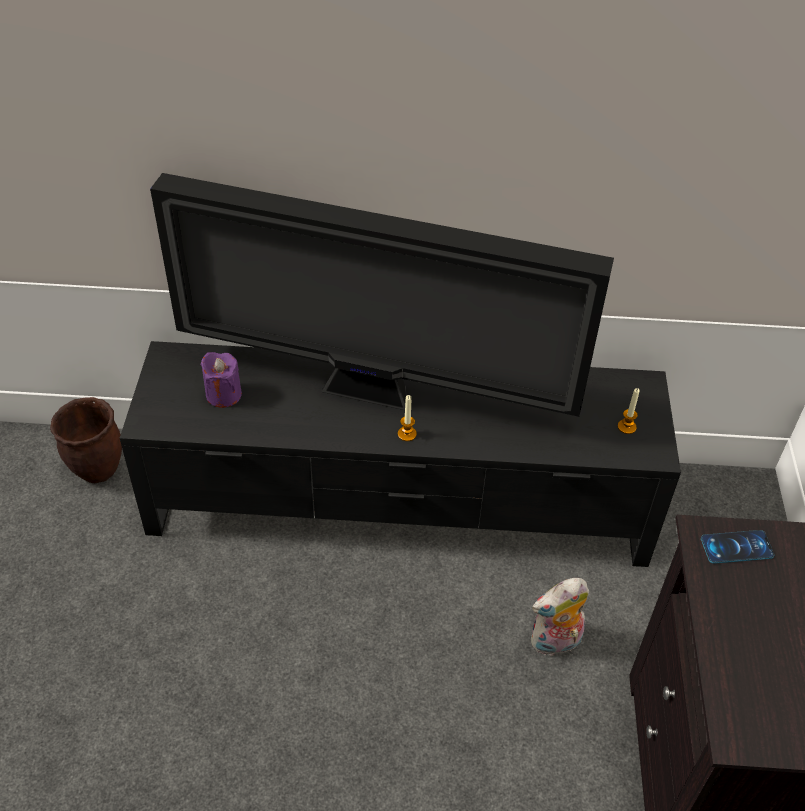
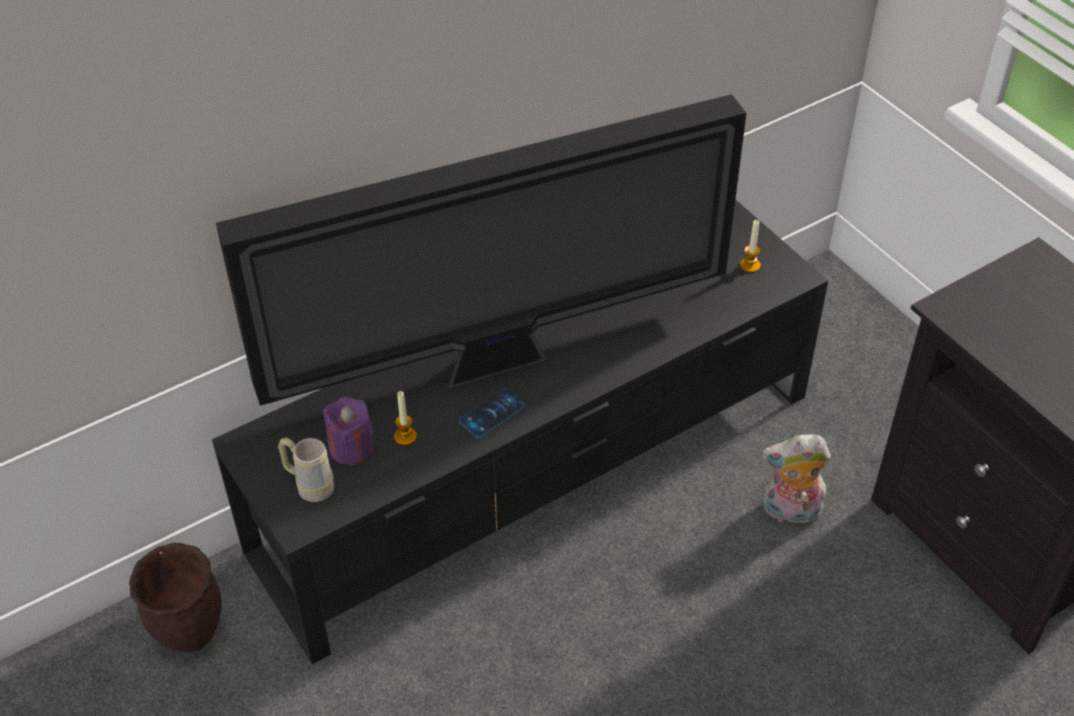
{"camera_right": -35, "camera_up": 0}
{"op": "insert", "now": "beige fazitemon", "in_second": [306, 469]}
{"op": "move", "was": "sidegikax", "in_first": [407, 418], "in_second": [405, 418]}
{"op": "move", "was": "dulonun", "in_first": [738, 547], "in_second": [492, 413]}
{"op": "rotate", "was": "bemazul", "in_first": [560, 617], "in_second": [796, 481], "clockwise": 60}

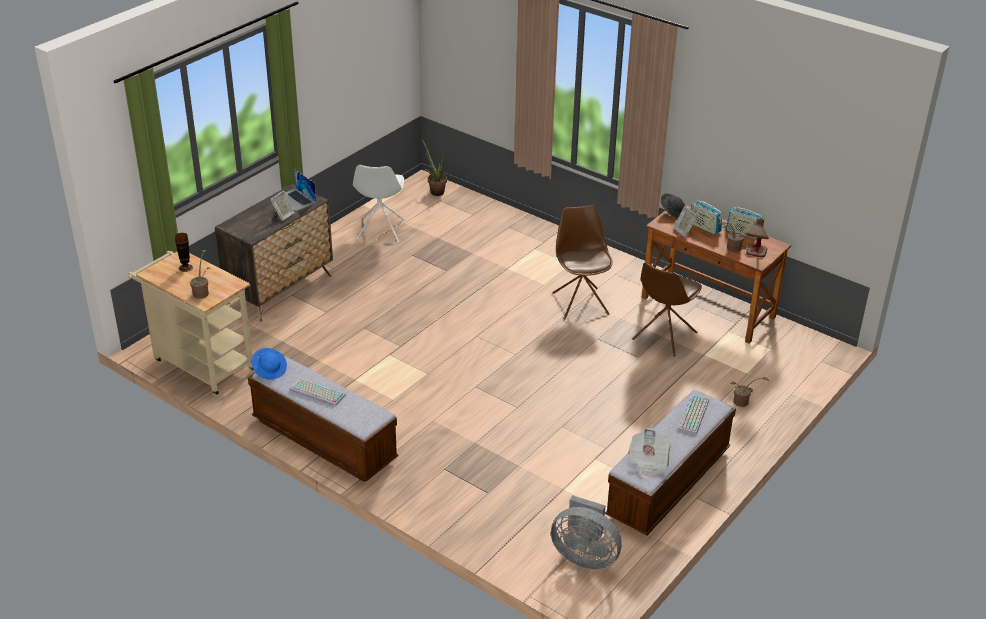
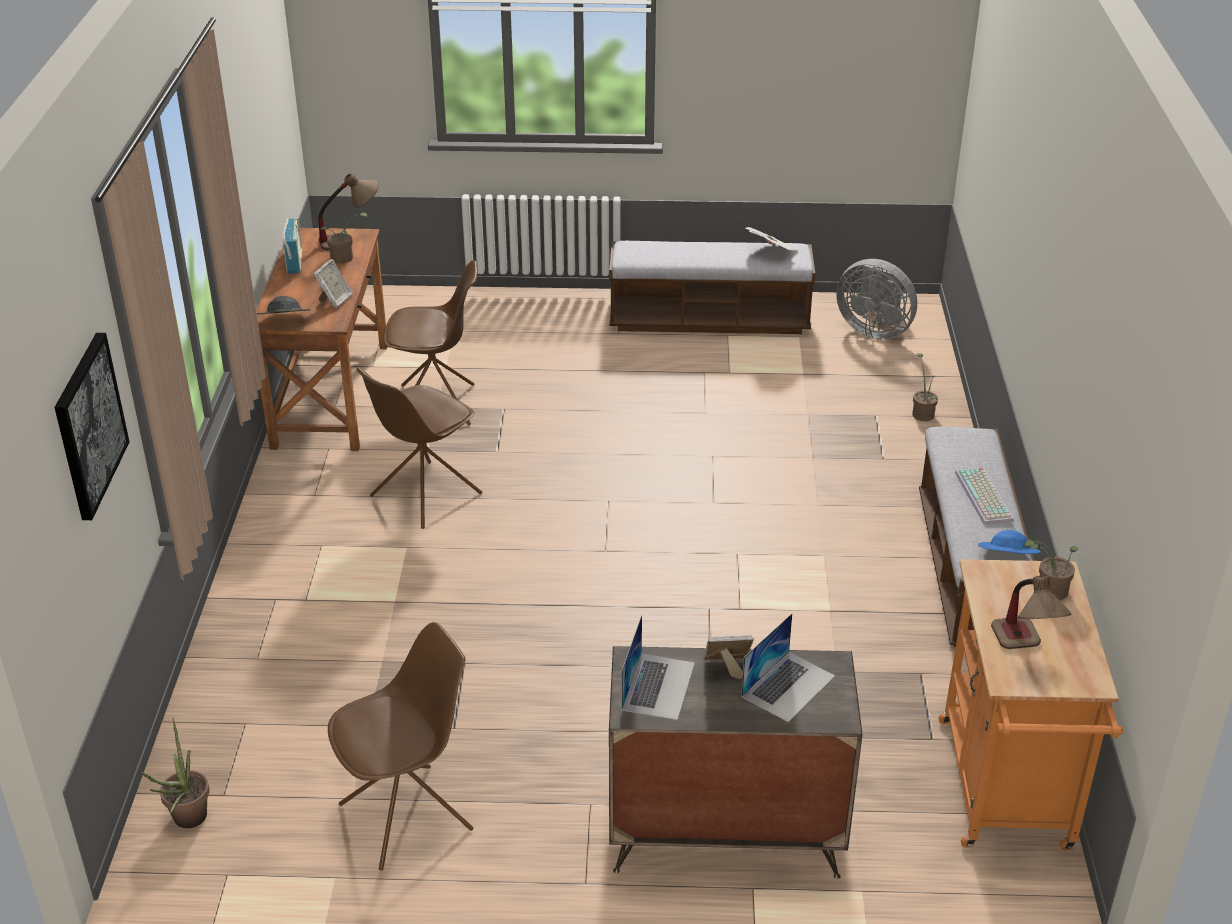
{"camera_right": -125, "camera_up": 0}
{"op": "insert", "now": "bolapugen", "in_second": [91, 426]}
{"op": "recolor", "was": "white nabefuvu", "now": "brown nabefuvu", "in_first": [379, 204], "in_second": [401, 746]}
{"op": "insert", "now": "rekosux", "in_second": [788, 667]}
{"op": "rotate", "was": "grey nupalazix", "in_first": [586, 532], "in_second": [876, 299], "clockwise": 135}
{"op": "move", "was": "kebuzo", "in_first": [749, 392], "in_second": [925, 387]}
{"op": "recolor", "was": "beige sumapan", "now": "orange sumapan", "in_first": [191, 323], "in_second": [1031, 704]}
{"op": "replace", "was": "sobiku", "now": "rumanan", "in_first": [184, 252], "in_second": [1031, 612]}
{"op": "delete", "was": "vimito", "in_first": [693, 415]}
{"op": "delete", "was": "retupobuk", "in_first": [706, 217]}

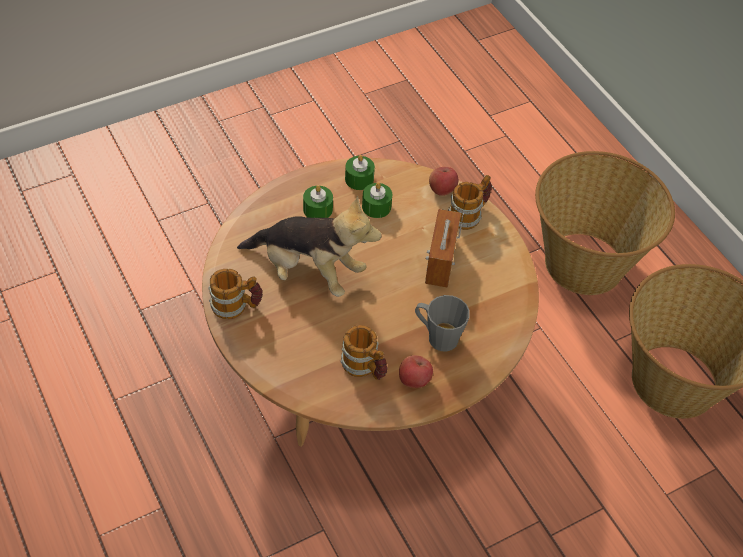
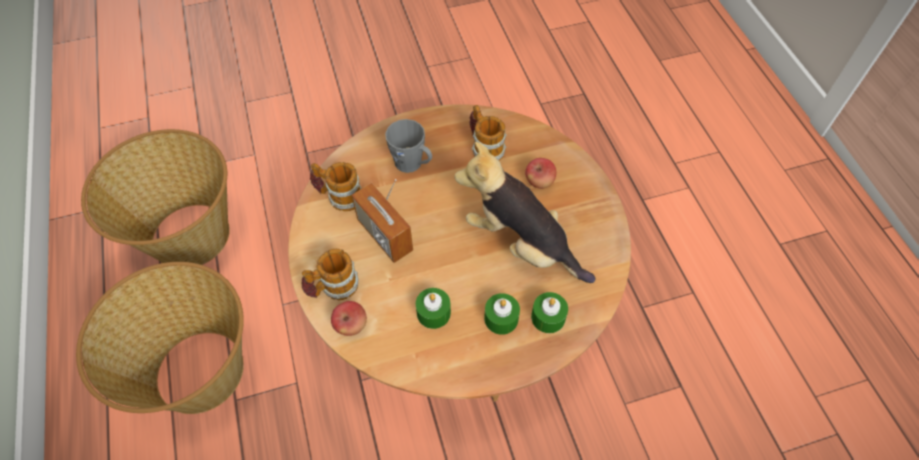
{"camera_right": -165, "camera_up": 5}
{"op": "move", "was": "fazitemon", "in_first": [235, 294], "in_second": [336, 186]}
{"op": "rotate", "was": "retupobuk", "in_first": [444, 248], "in_second": [382, 221], "clockwise": 120}
{"op": "move", "was": "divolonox", "in_first": [416, 371], "in_second": [540, 173]}
{"op": "move", "was": "green sidegikax", "in_first": [360, 172], "in_second": [549, 312]}

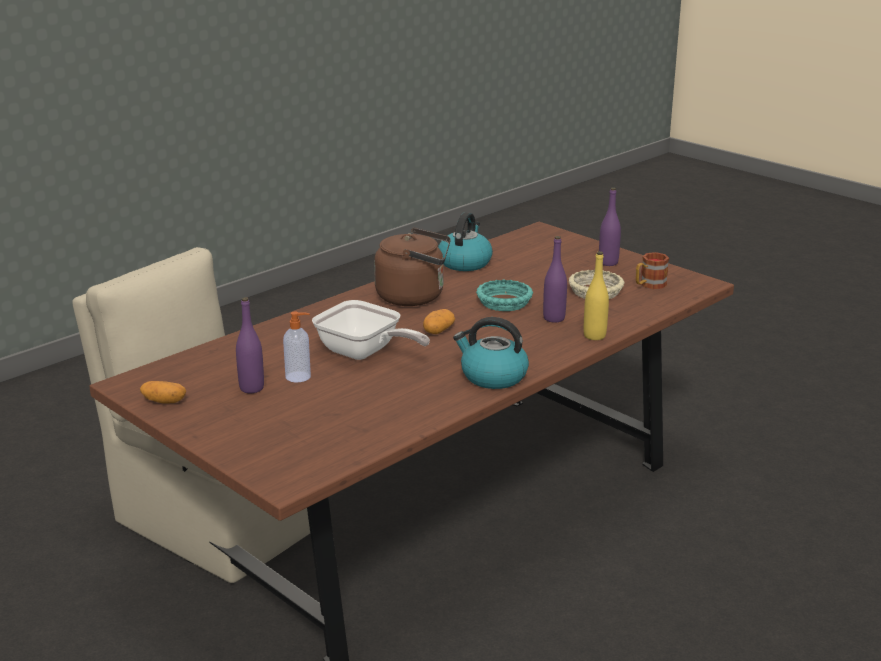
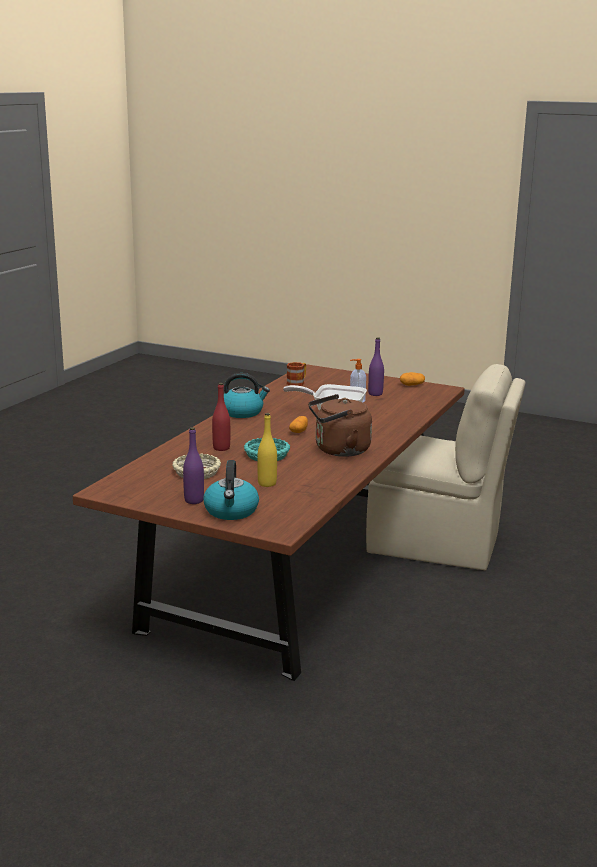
{"camera_right": 160, "camera_up": -5}
{"op": "move", "was": "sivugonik", "in_first": [465, 241], "in_second": [231, 490]}
{"op": "recolor", "was": "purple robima", "now": "red robima", "in_first": [555, 279], "in_second": [221, 417]}
{"op": "move", "was": "yellow robima", "in_first": [596, 295], "in_second": [267, 450]}
{"op": "move", "was": "fazitemon", "in_first": [652, 270], "in_second": [296, 374]}

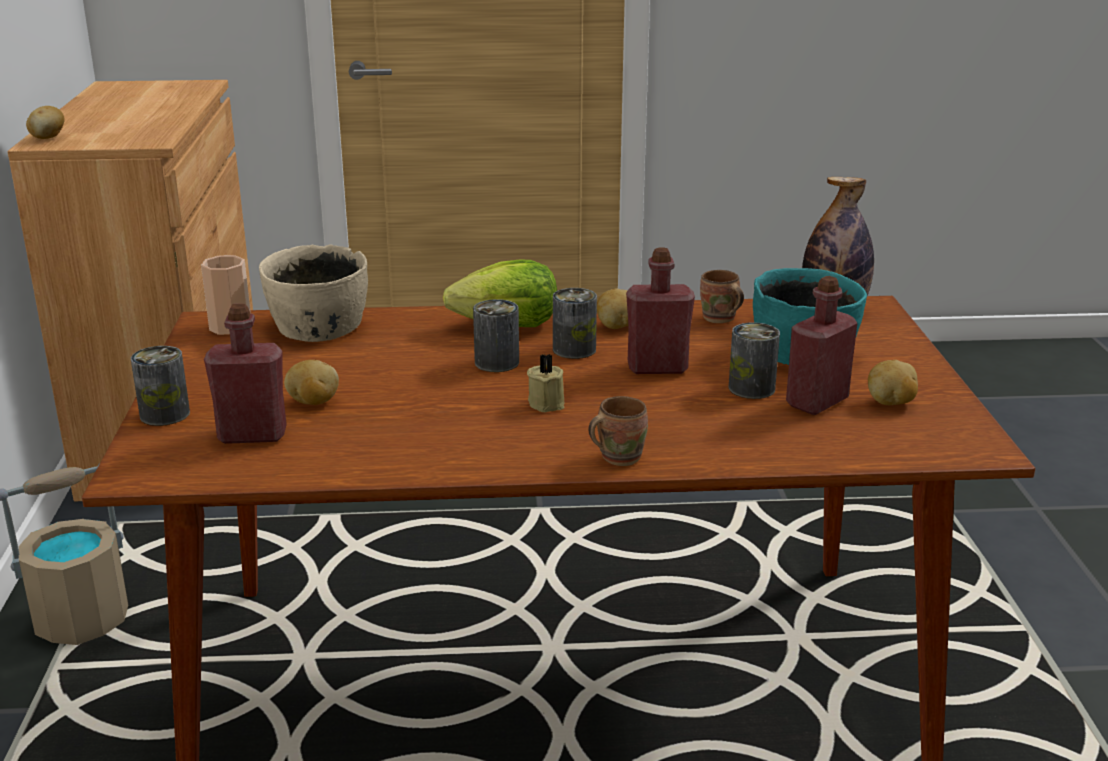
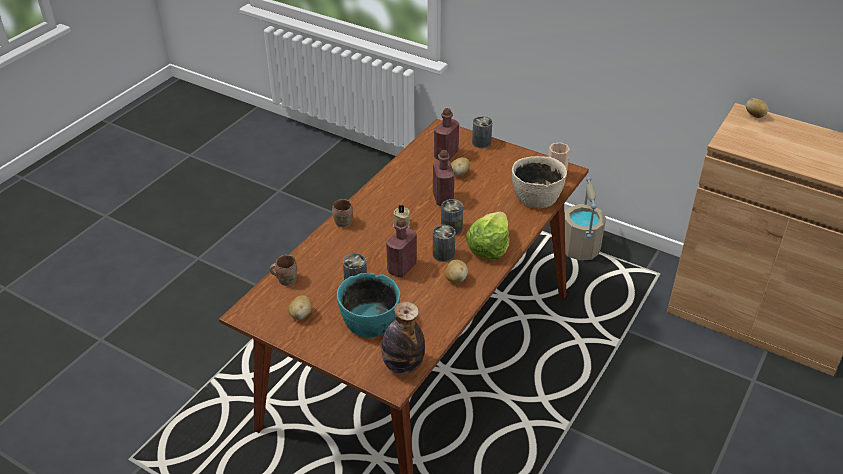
{"camera_right": 125, "camera_up": 15}
{"op": "move", "was": "brown fazitemon", "in_first": [722, 296], "in_second": [283, 270]}
{"op": "move", "was": "red robima", "in_first": [821, 345], "in_second": [444, 178]}

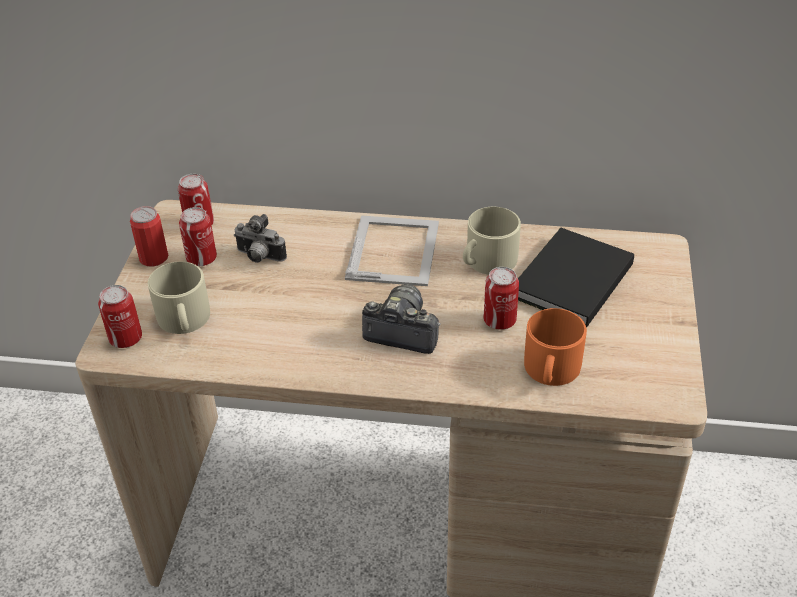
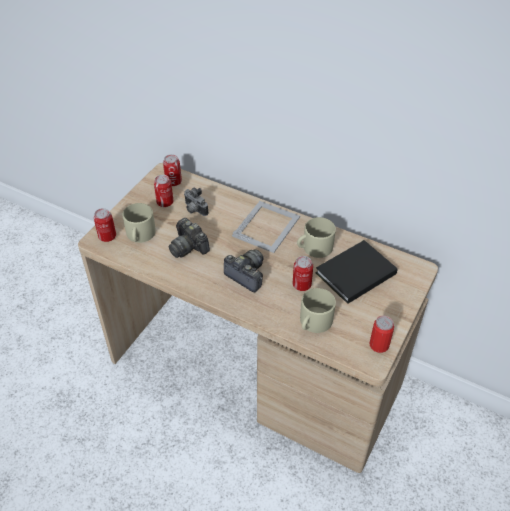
{"camera_right": 20, "camera_up": 5}
{"op": "insert", "now": "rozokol", "in_second": [189, 238]}
{"op": "recolor", "was": "orange fazitemon", "now": "beige fazitemon", "in_first": [555, 347], "in_second": [318, 310]}
{"op": "move", "was": "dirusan", "in_first": [149, 236], "in_second": [382, 334]}

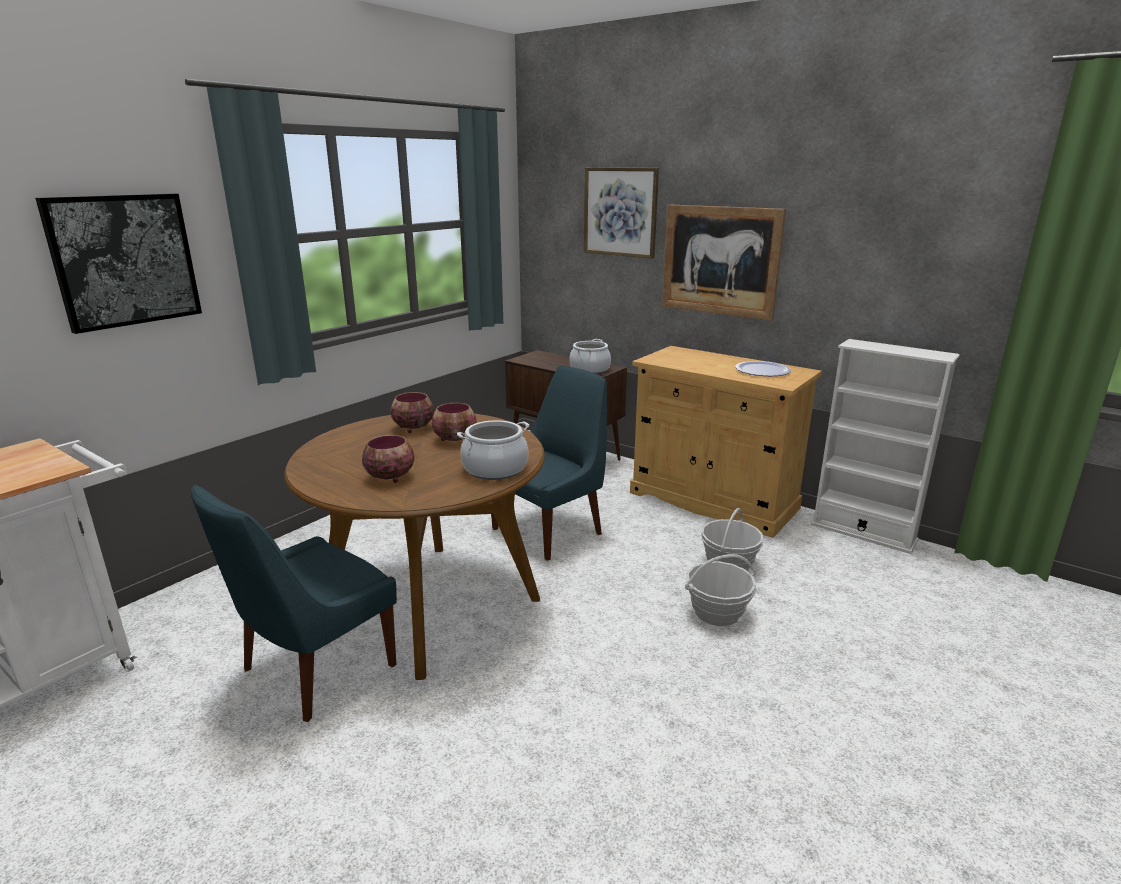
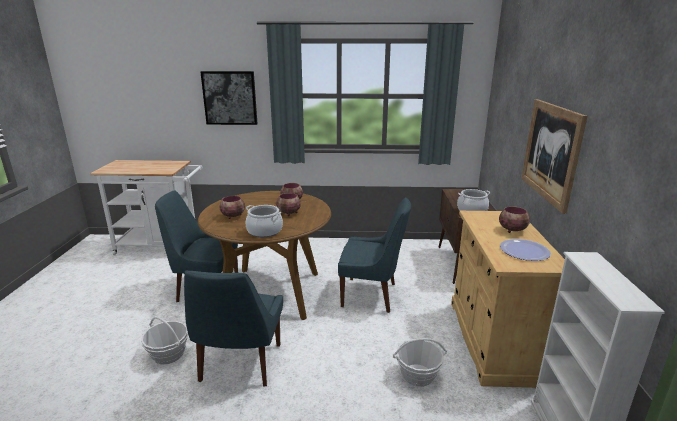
{"camera_right": 55, "camera_up": 0}
{"op": "move", "was": "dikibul", "in_first": [720, 590], "in_second": [164, 341]}
{"op": "insert", "now": "blue nabefuvu", "in_second": [233, 329]}
{"op": "insert", "now": "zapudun", "in_second": [514, 219]}
{"op": "delete", "was": "bolapugen", "in_first": [621, 213]}

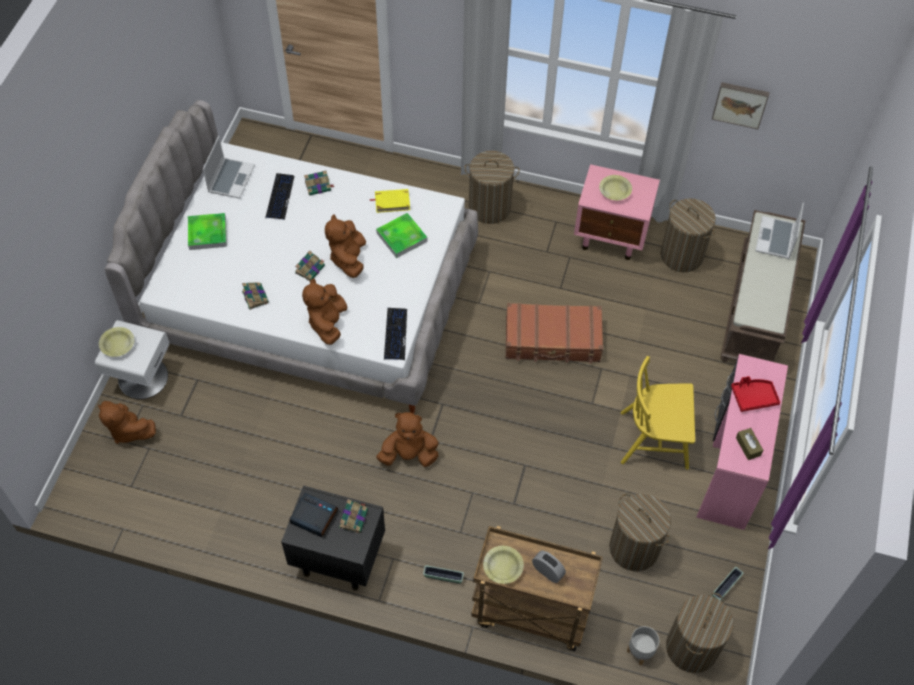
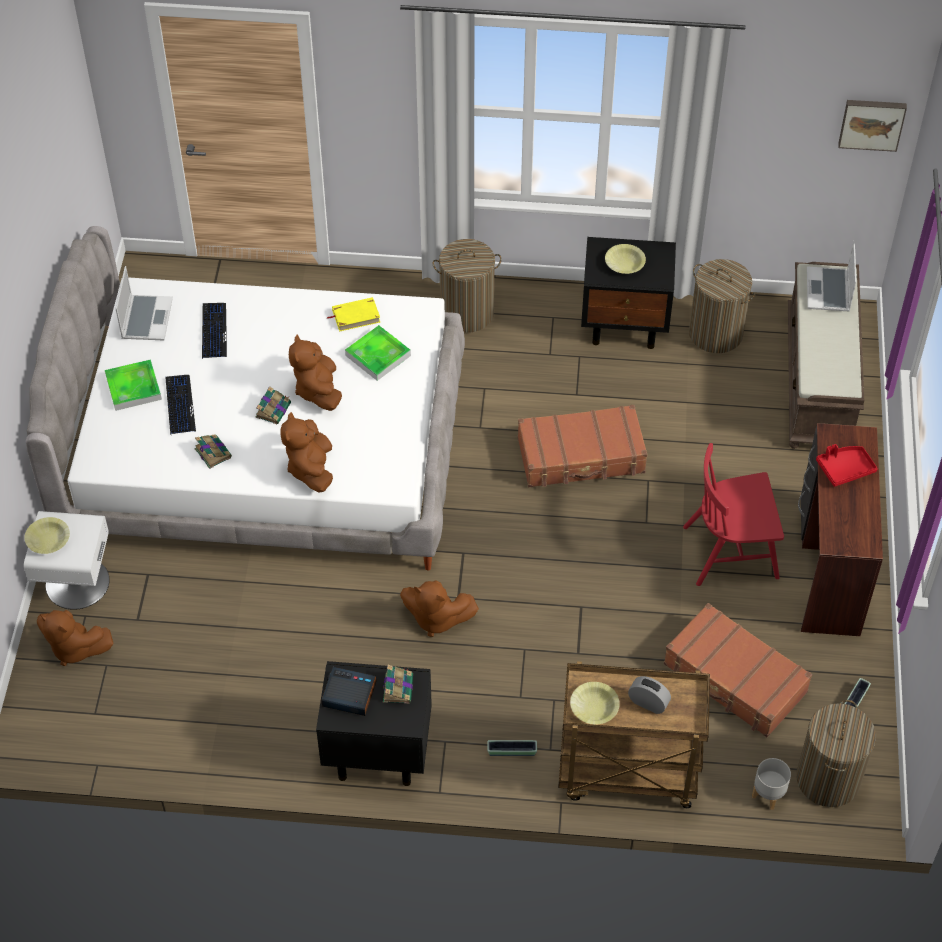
{"camera_right": -10, "camera_up": -5}
{"op": "move", "was": "vimito", "in_first": [395, 334], "in_second": [180, 405]}
{"op": "rotate", "was": "brown bemazul", "in_first": [407, 439], "in_second": [439, 608], "clockwise": -150}
{"op": "recolor", "was": "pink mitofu", "now": "black mitofu", "in_first": [617, 212], "in_second": [628, 293]}
{"op": "replace", "was": "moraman", "now": "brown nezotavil", "in_first": [640, 532], "in_second": [738, 670]}
{"op": "recolor", "was": "yellow nabefuvu", "now": "red nabefuvu", "in_first": [658, 413], "in_second": [733, 514]}
{"op": "recolor", "was": "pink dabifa", "now": "brown dabifa", "in_first": [742, 442], "in_second": [840, 529]}
{"op": "move", "was": "bolapugen", "in_first": [741, 105], "in_second": [872, 126]}
{"op": "delete", "was": "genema", "in_first": [319, 183]}
{"op": "delete", "was": "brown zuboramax", "in_first": [750, 444]}

